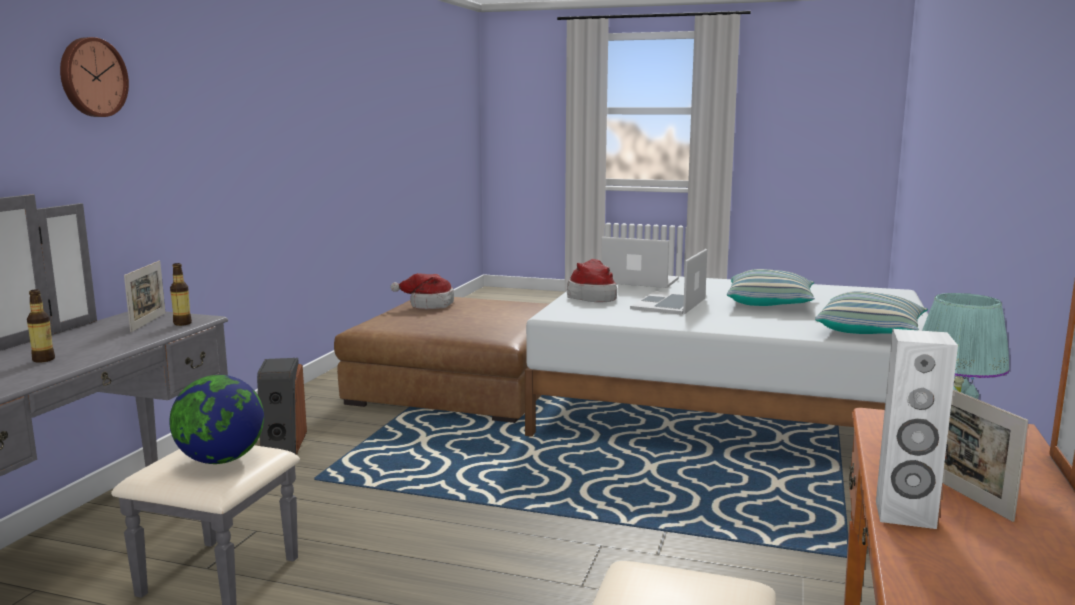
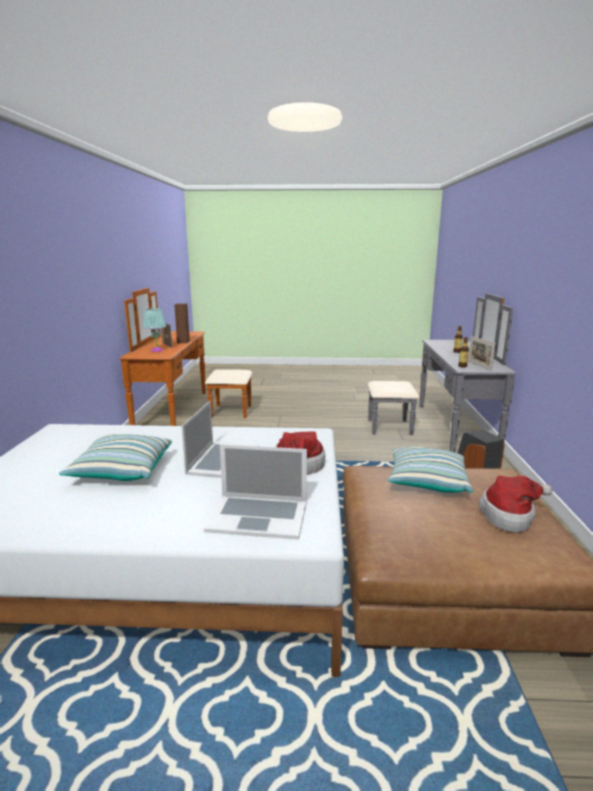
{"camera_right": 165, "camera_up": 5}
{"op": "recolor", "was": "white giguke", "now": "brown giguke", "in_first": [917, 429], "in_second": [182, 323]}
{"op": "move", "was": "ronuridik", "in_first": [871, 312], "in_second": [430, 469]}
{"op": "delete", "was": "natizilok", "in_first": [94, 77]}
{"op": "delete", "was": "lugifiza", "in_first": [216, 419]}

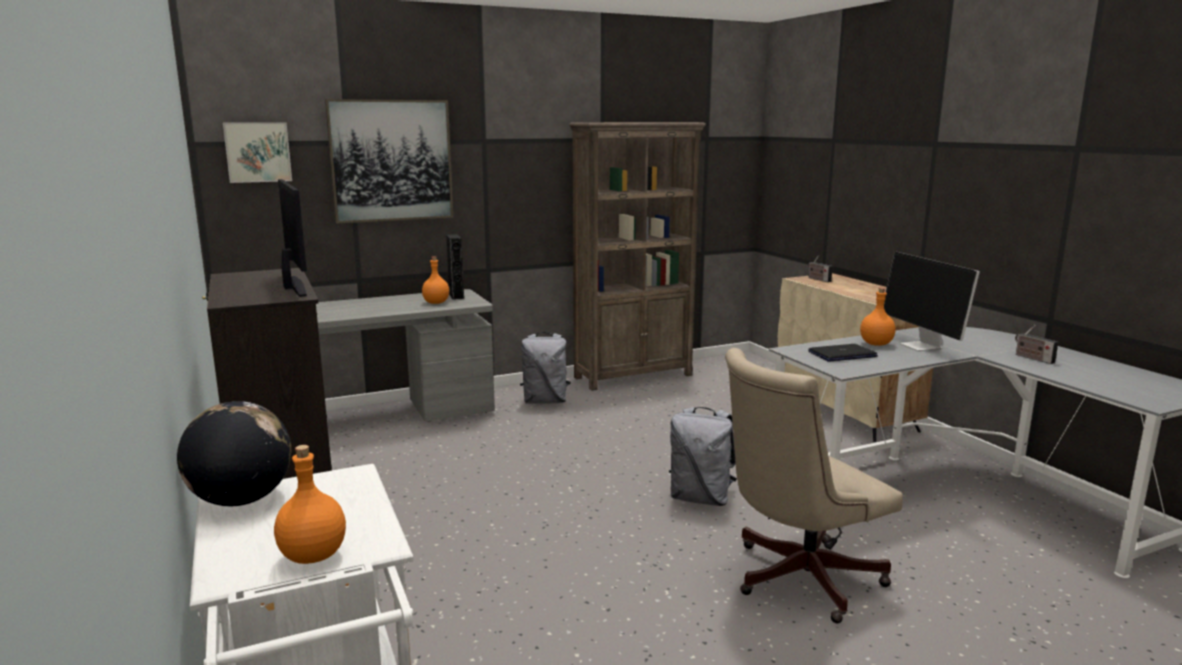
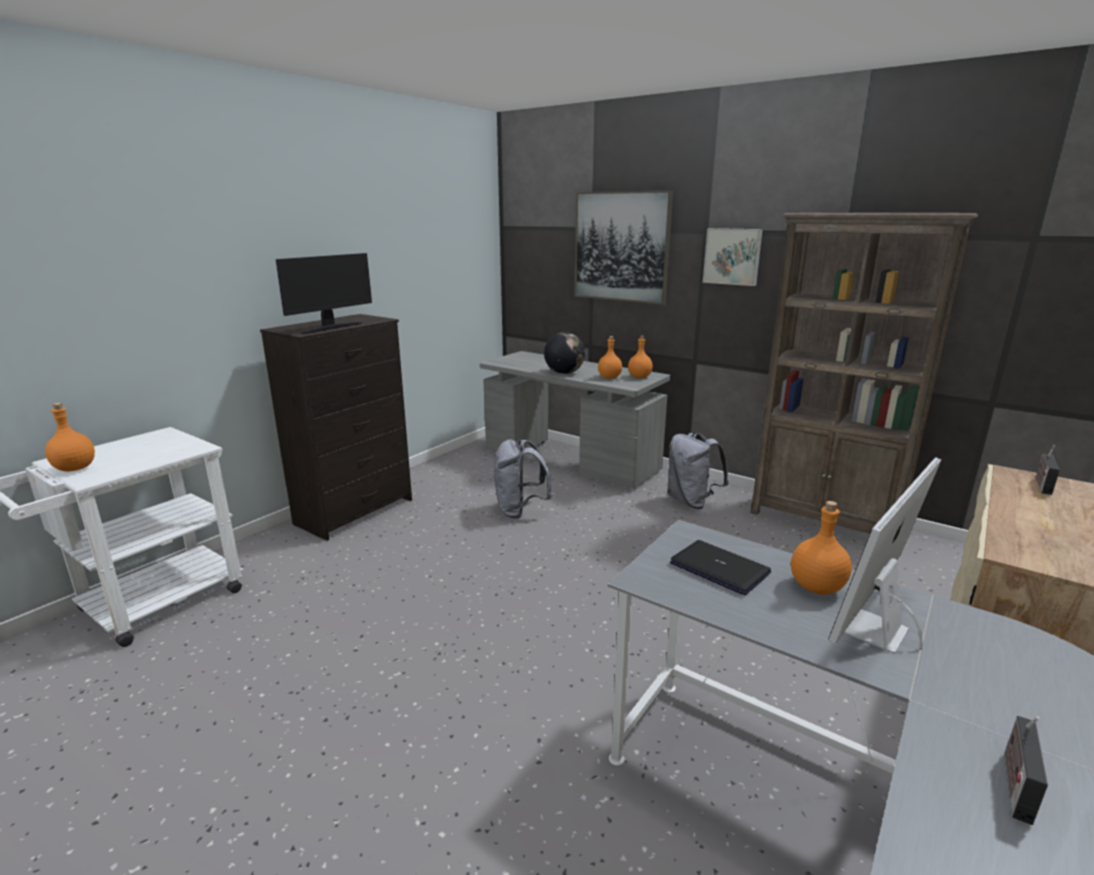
{"camera_right": 60, "camera_up": 5}
{"op": "move", "was": "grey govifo", "in_first": [703, 456], "in_second": [523, 479]}
{"op": "move", "was": "lugifiza", "in_first": [234, 453], "in_second": [564, 353]}
{"op": "replace", "was": "black giguke", "now": "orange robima", "in_first": [455, 267], "in_second": [640, 357]}
{"op": "move", "was": "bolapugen", "in_first": [257, 152], "in_second": [733, 257]}
{"op": "delete", "was": "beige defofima", "in_first": [814, 486]}

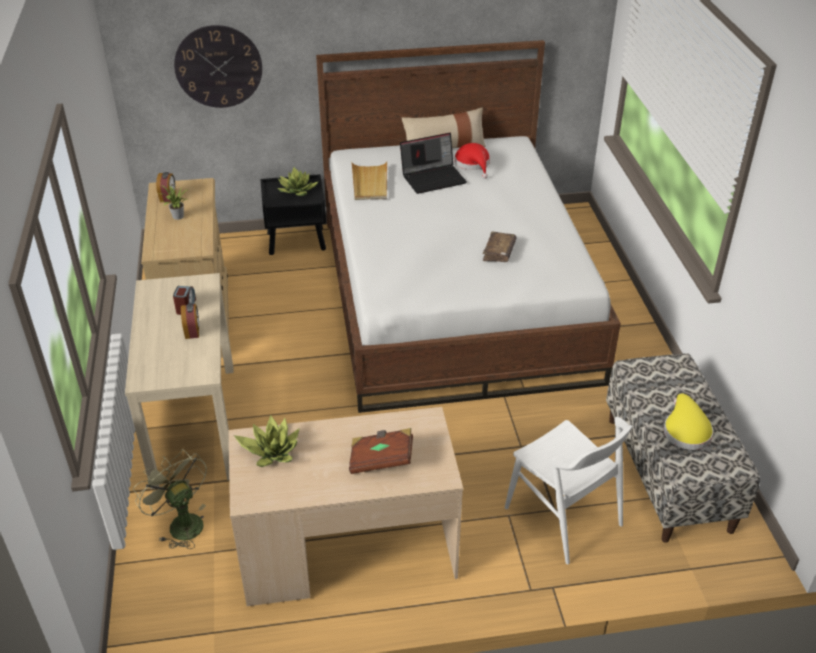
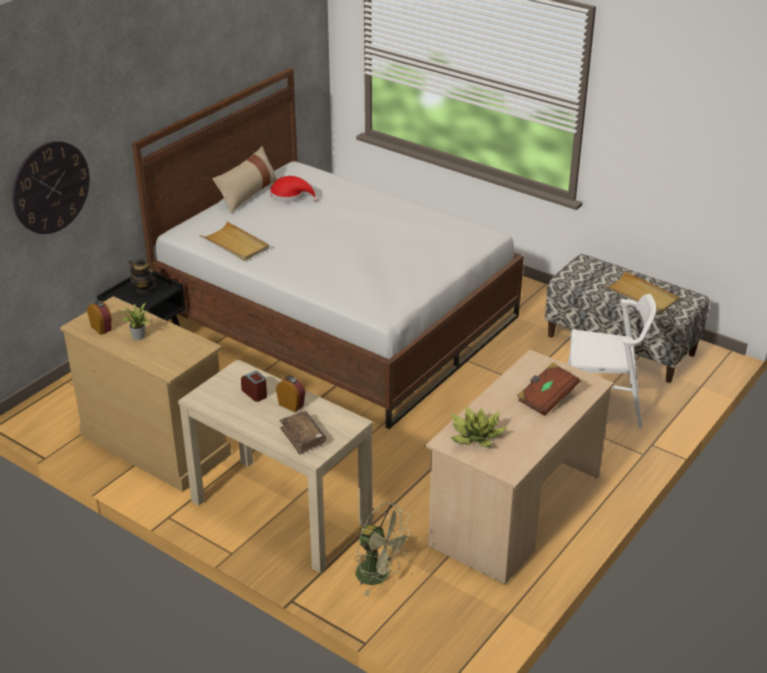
{"camera_right": -45, "camera_up": -5}
{"op": "replace", "was": "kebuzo", "now": "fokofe", "in_first": [298, 181], "in_second": [143, 276]}
{"op": "move", "was": "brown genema", "in_first": [500, 246], "in_second": [303, 432]}
{"op": "rotate", "was": "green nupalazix", "in_first": [170, 499], "in_second": [384, 549], "clockwise": -150}
{"op": "replace", "was": "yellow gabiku", "now": "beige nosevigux", "in_first": [688, 422], "in_second": [642, 292]}
{"op": "delete", "was": "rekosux", "in_first": [433, 163]}

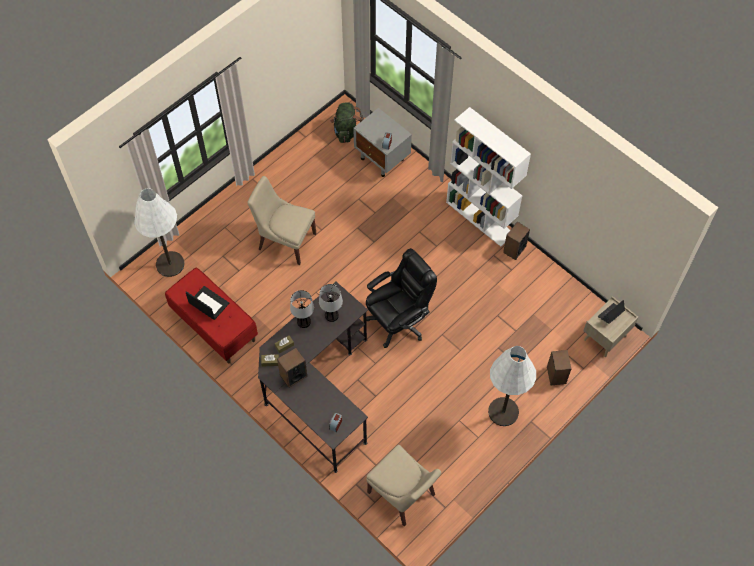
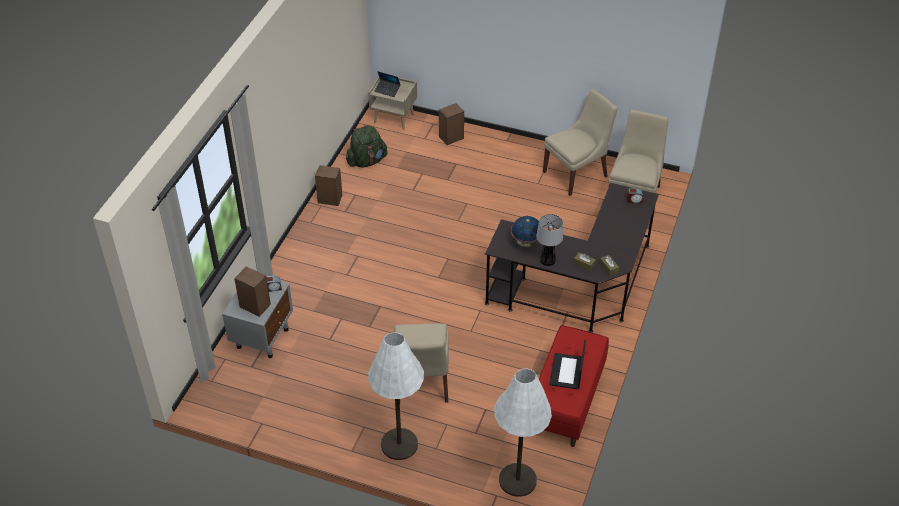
{"camera_right": -115, "camera_up": -15}
{"op": "move", "was": "giguke", "in_first": [292, 368], "in_second": [252, 291]}
{"op": "move", "was": "green govifo", "in_first": [347, 122], "in_second": [367, 146]}
{"op": "move", "was": "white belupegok", "in_first": [512, 386], "in_second": [396, 396]}
{"op": "replace", "was": "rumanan", "now": "lugifiza", "in_first": [331, 303], "in_second": [525, 231]}
{"op": "insert", "now": "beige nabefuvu", "in_second": [580, 142]}
{"op": "delete", "was": "black defofima", "in_first": [401, 298]}
{"op": "delete", "was": "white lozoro", "in_first": [488, 177]}

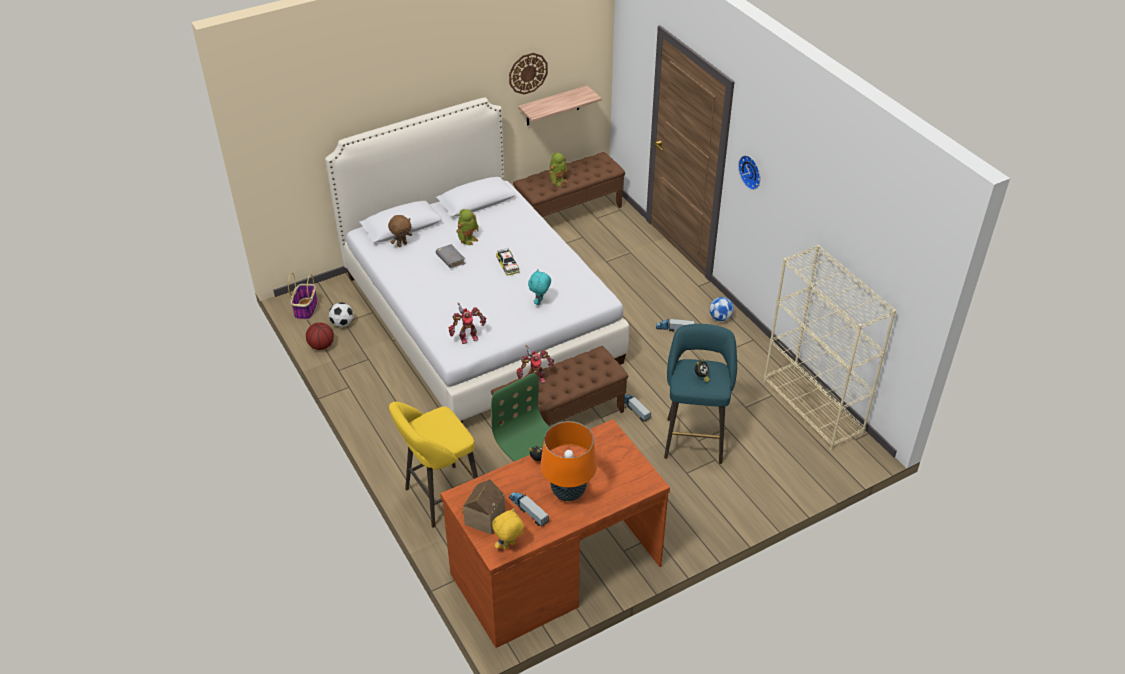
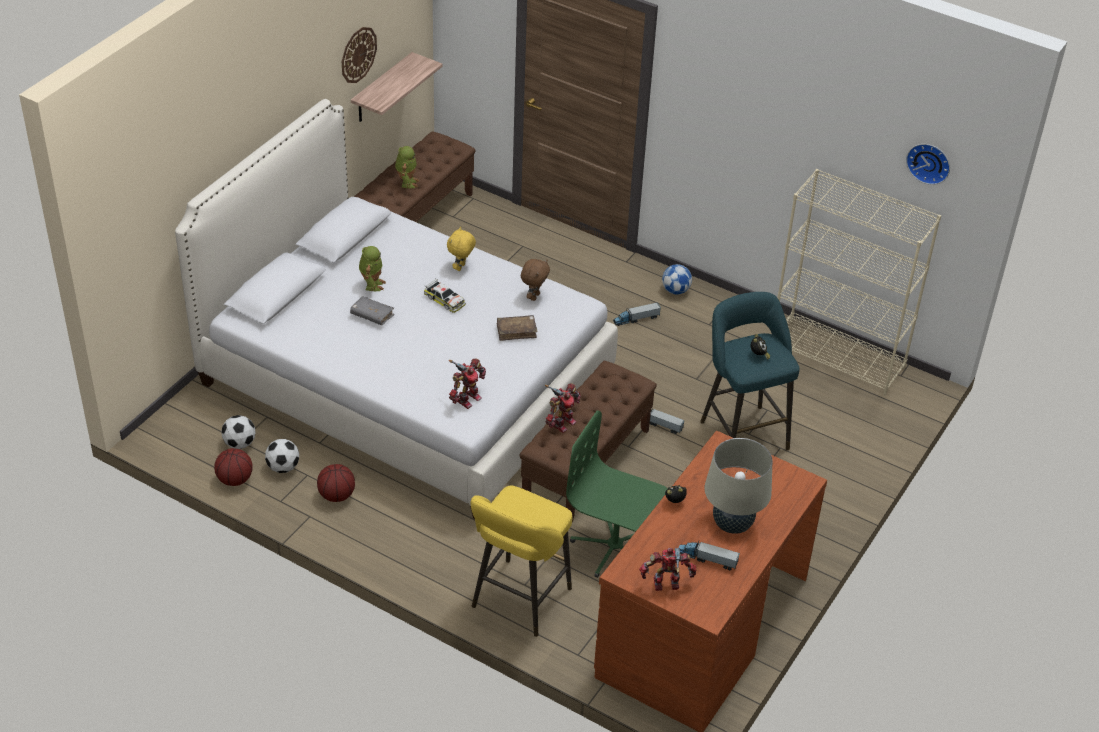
{"camera_right": -30, "camera_up": 0}
{"op": "insert", "now": "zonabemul", "in_second": [282, 456]}
{"op": "insert", "now": "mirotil", "in_second": [336, 483]}
{"op": "move", "was": "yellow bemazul", "in_first": [508, 529], "in_second": [461, 249]}
{"op": "replace", "was": "turquoise bemazul", "now": "brown genema", "in_first": [539, 287], "in_second": [517, 328]}
{"op": "move", "was": "brown bemazul", "in_first": [400, 231], "in_second": [535, 280]}
{"op": "replace", "was": "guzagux", "now": "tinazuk", "in_first": [483, 507], "in_second": [667, 569]}
{"op": "recolor", "was": "orange rumanan", "now": "beige rumanan", "in_first": [568, 461], "in_second": [738, 486]}
{"op": "move", "was": "natizilok", "in_first": [749, 172], "in_second": [928, 164]}
{"op": "delete", "was": "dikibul", "in_first": [303, 296]}

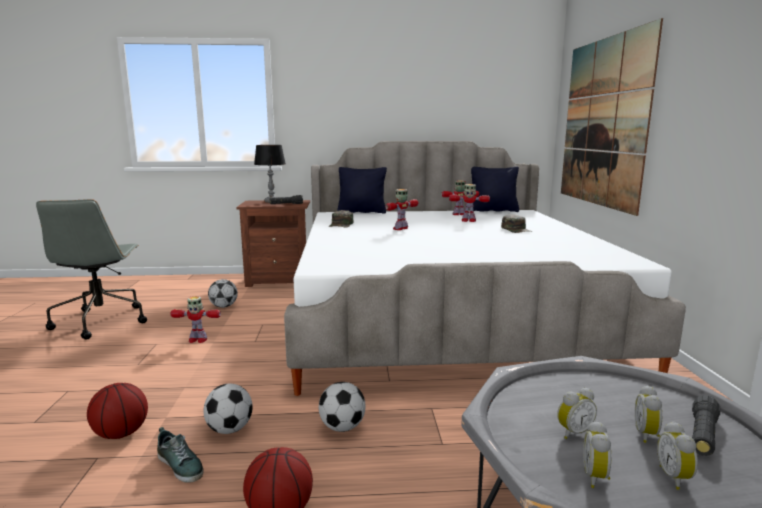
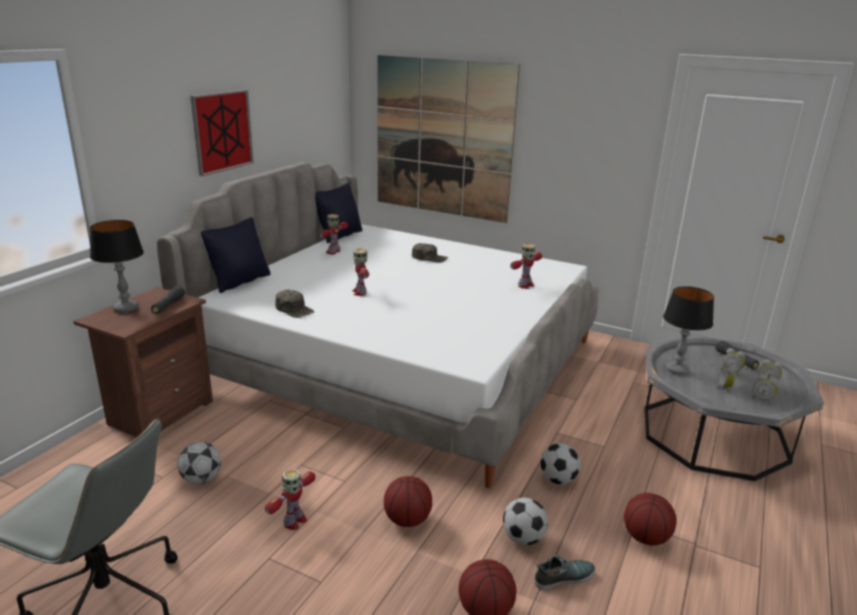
{"camera_right": -60, "camera_up": 10}
{"op": "insert", "now": "bolapugen", "in_second": [222, 133]}
{"op": "insert", "now": "mirotil", "in_second": [408, 501]}
{"op": "move", "was": "tinazuk", "in_first": [469, 203], "in_second": [526, 266]}
{"op": "insert", "now": "rumanan", "in_second": [688, 330]}

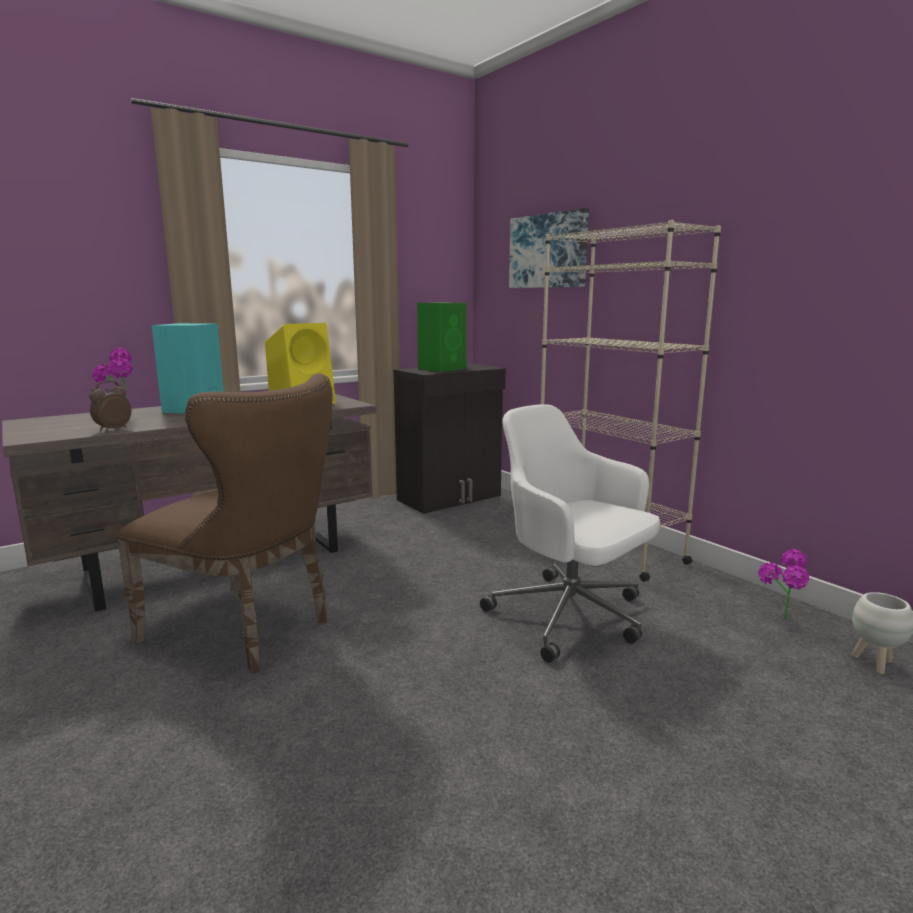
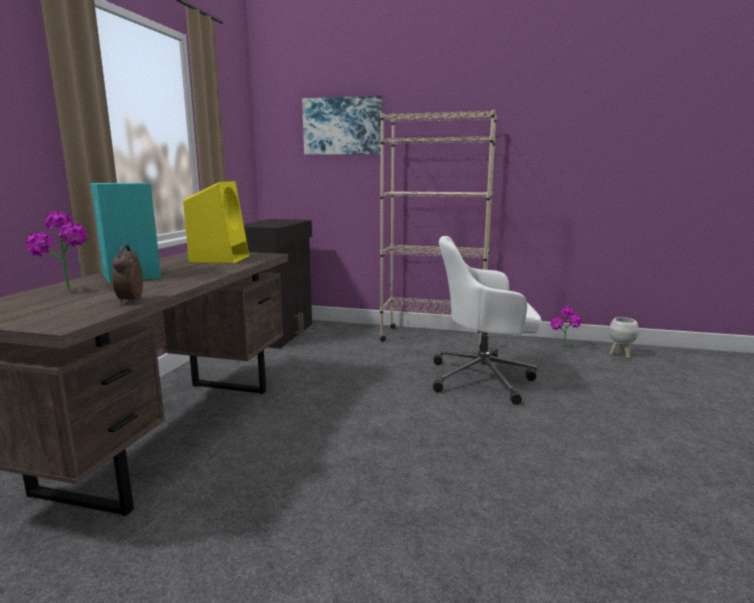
{"camera_right": -40, "camera_up": 0}
{"op": "delete", "was": "brown nabefuvu", "in_first": [224, 523]}
{"op": "delete", "was": "green giguke", "in_first": [442, 337]}

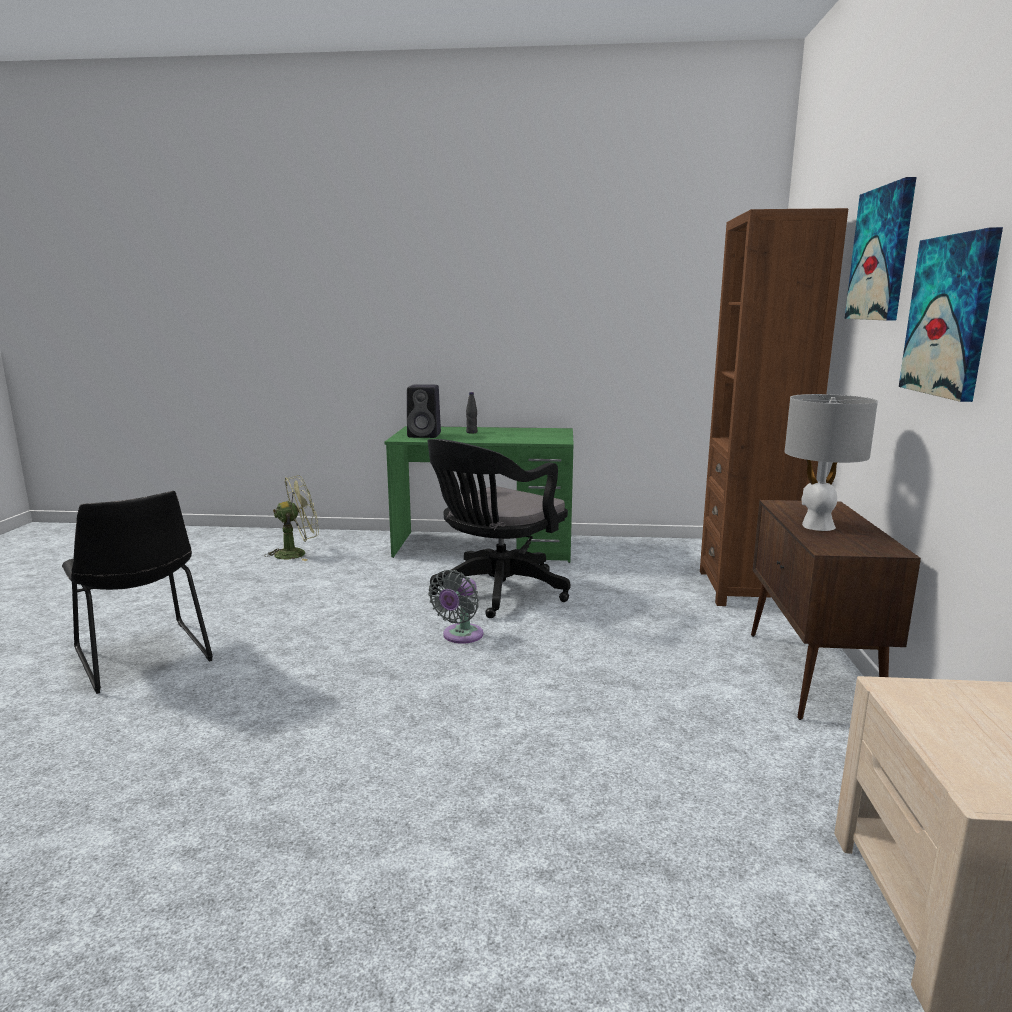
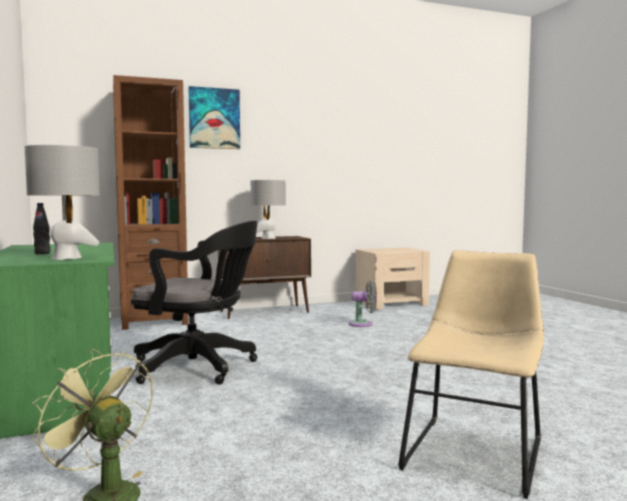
{"camera_right": -115, "camera_up": -10}
{"op": "replace", "was": "black giguke", "now": "grey rumanan", "in_first": [424, 411], "in_second": [62, 202]}
{"op": "move", "was": "grey nupalazix", "in_first": [455, 607], "in_second": [363, 304]}
{"op": "recolor", "was": "black nabefuvu", "now": "beige nabefuvu", "in_first": [137, 592], "in_second": [471, 374]}
{"op": "delete", "was": "bolapugen", "in_first": [951, 314]}

